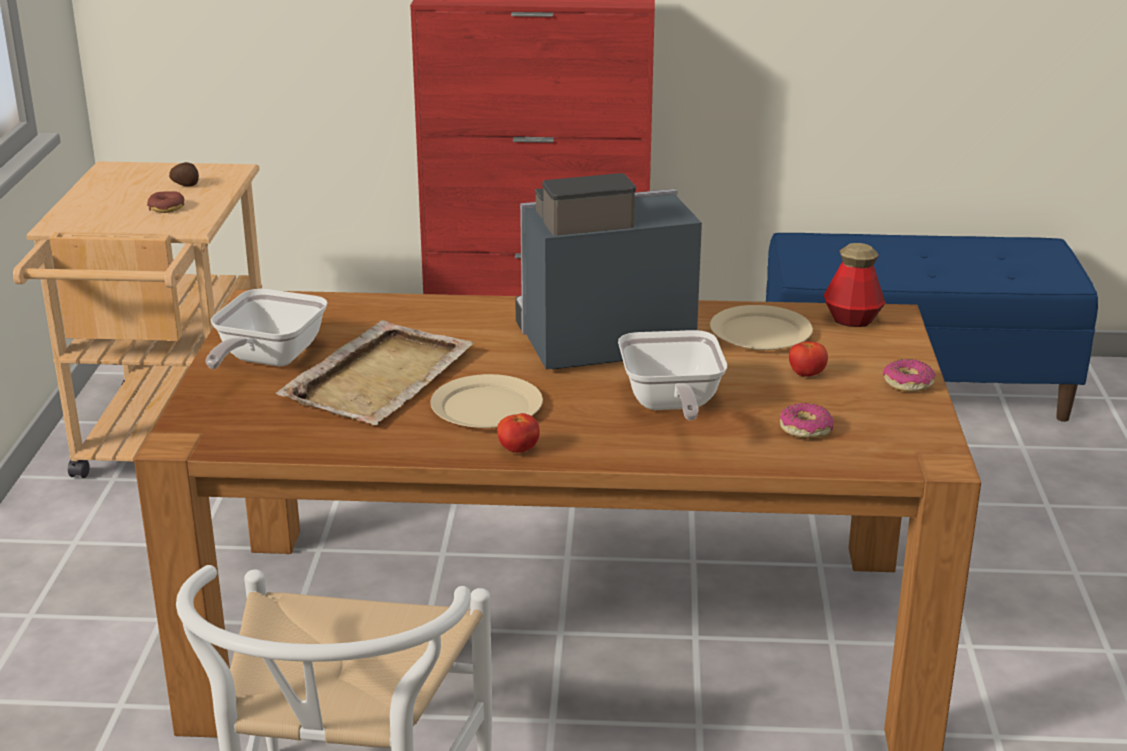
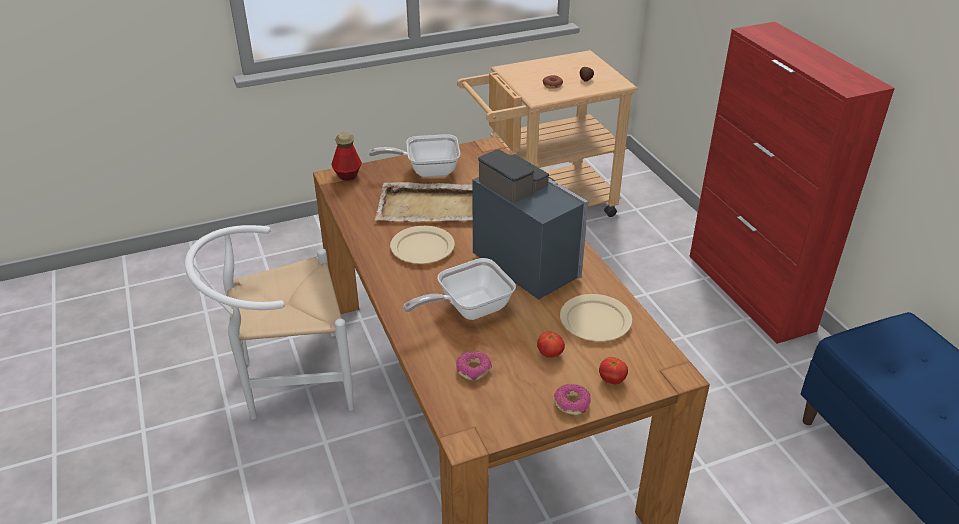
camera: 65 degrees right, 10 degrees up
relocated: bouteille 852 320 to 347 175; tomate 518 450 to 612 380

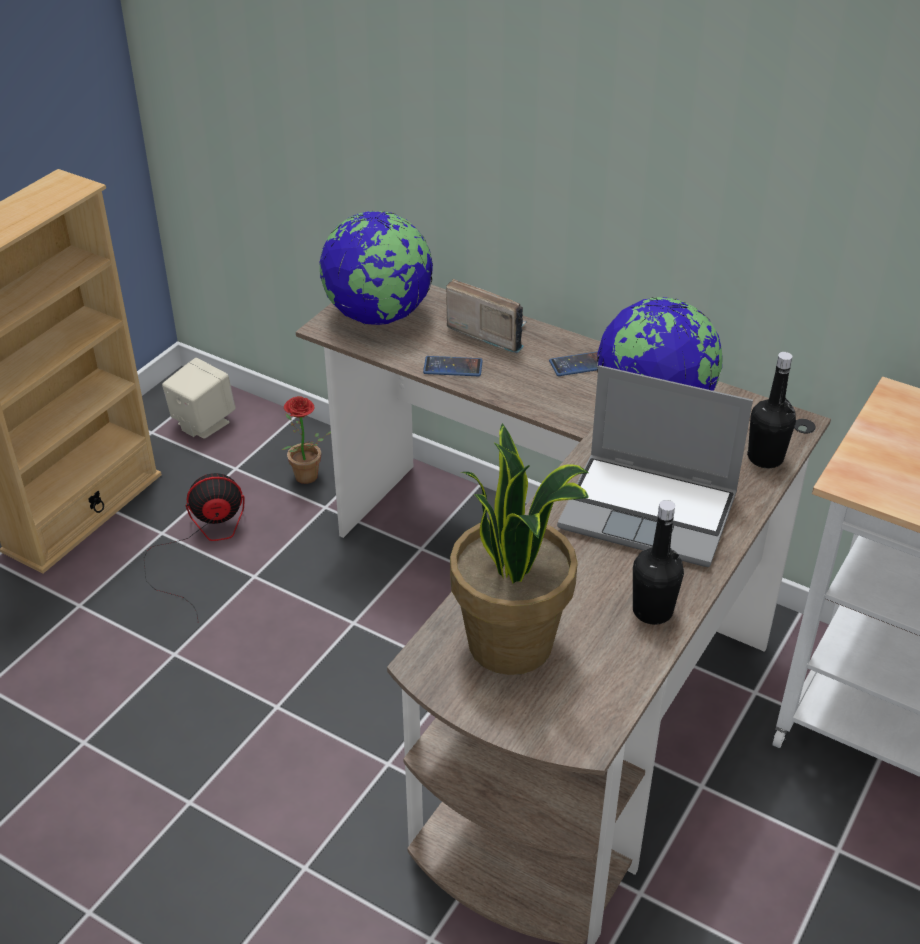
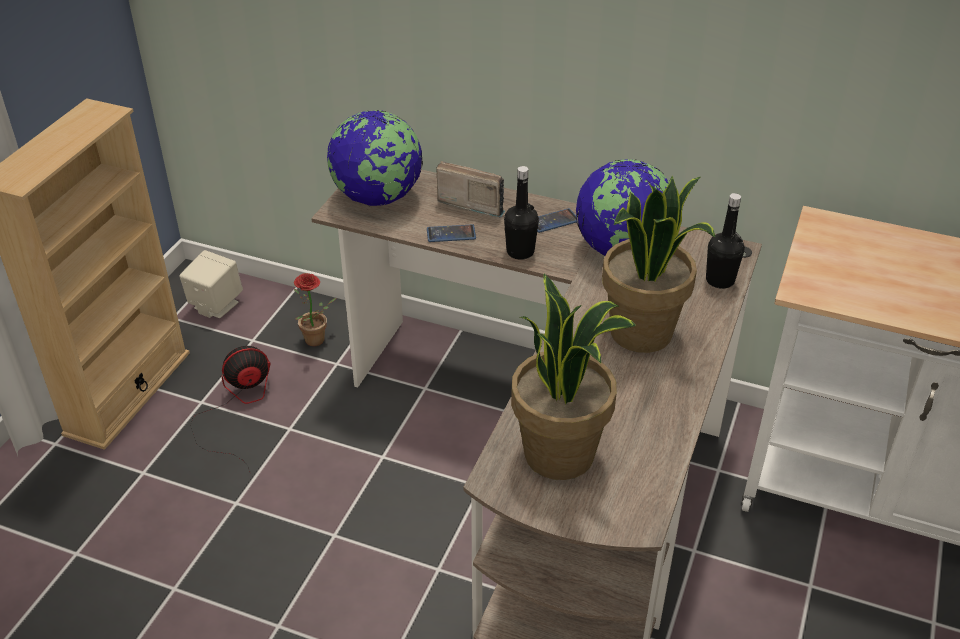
camera: 10 degrees left, 0 degrees up
relocated: bouteille/noir 652 611 to 520 252
exchanged: ordinateur portable 651 511 to plante en pot 642 333

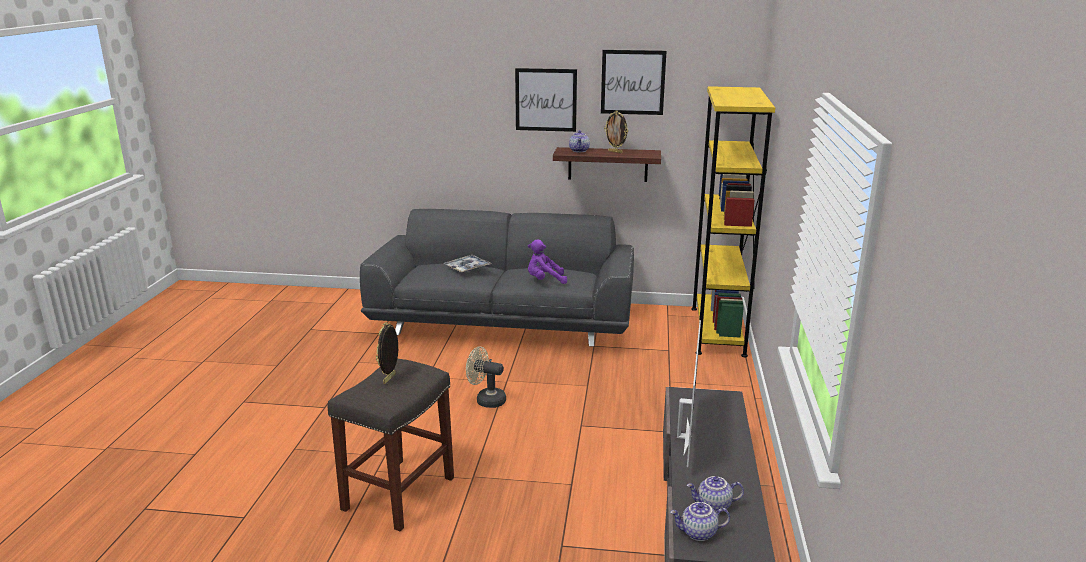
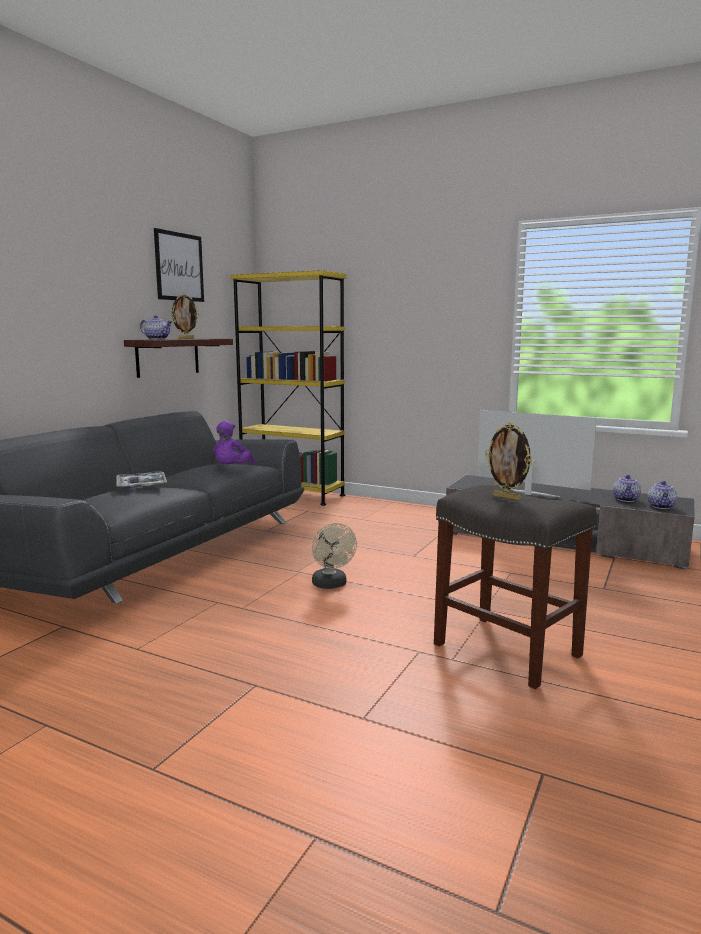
camera: 70 degrees left, 10 degrees down
missing: tableau 546 100
spun: ventilateur/beige 486 400 = 331 585 60 degrees counterclockwise

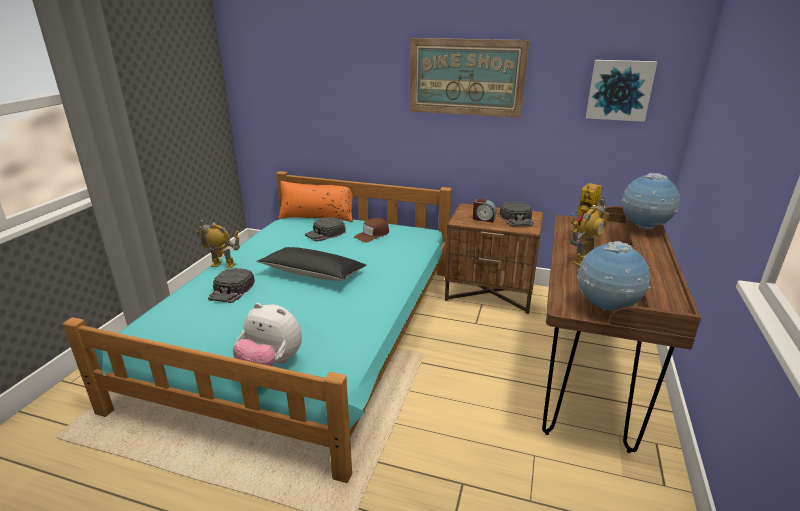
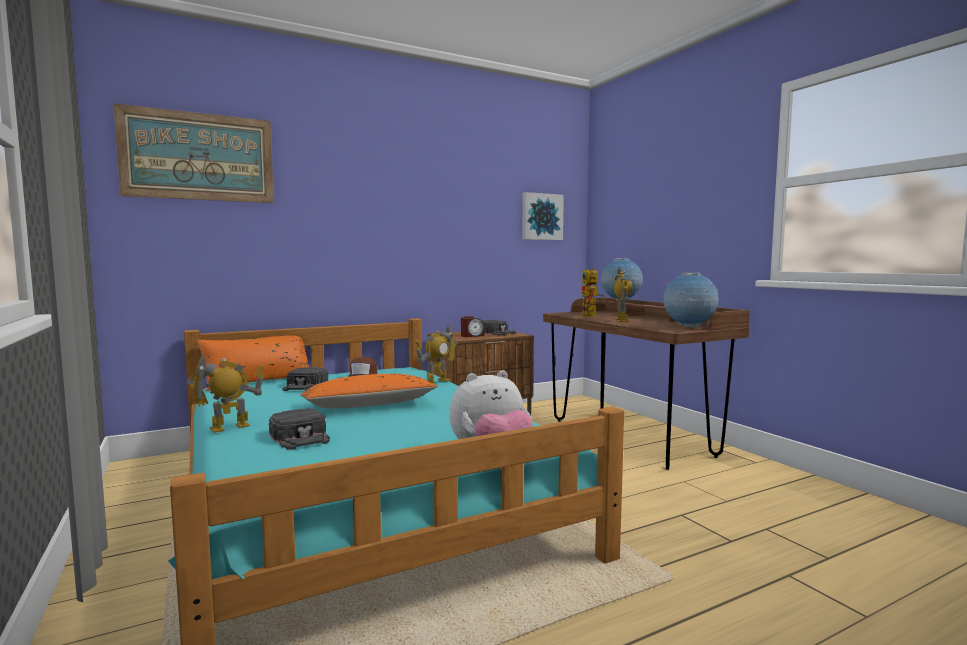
camera: 45 degrees left, 20 degrees down
appeared: robot jouet 437 381
relocated: tableau 466 77 to 199 157
colour: coussin/noir 313 273 to coussin/orange 368 406

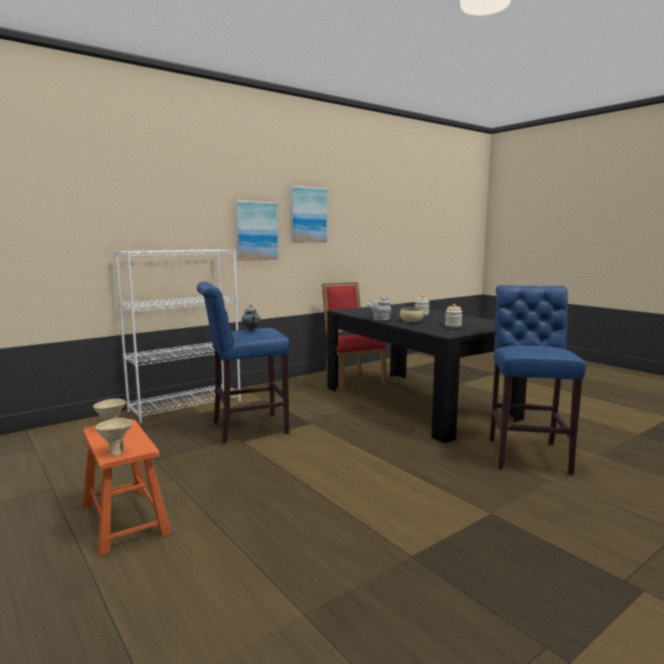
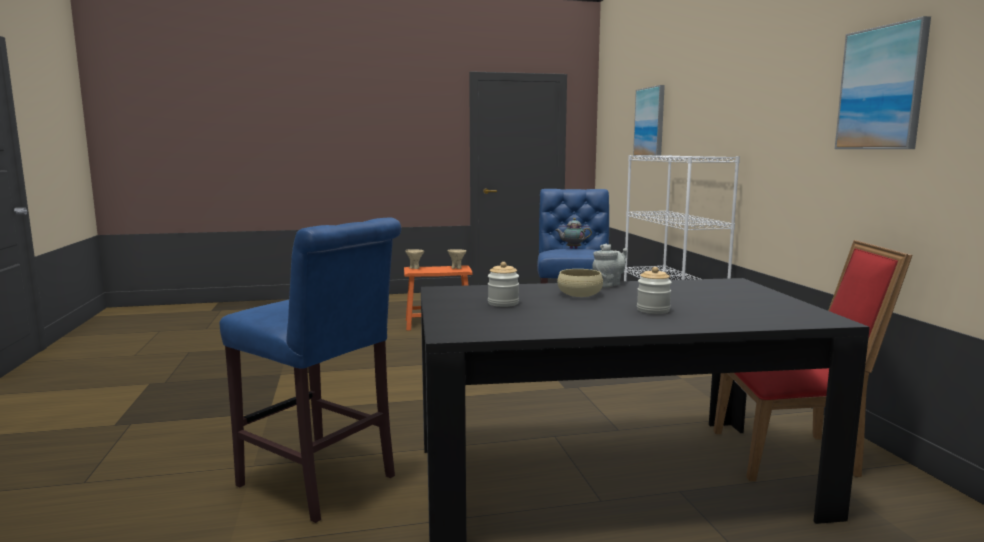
camera: 115 degrees right, 0 degrees up
relocated: tableau 256 231 to 650 122

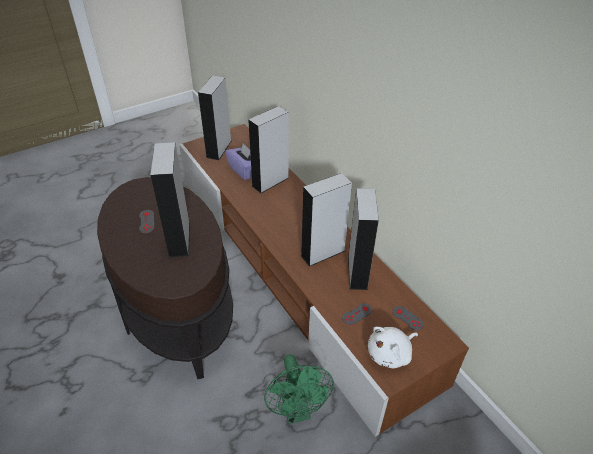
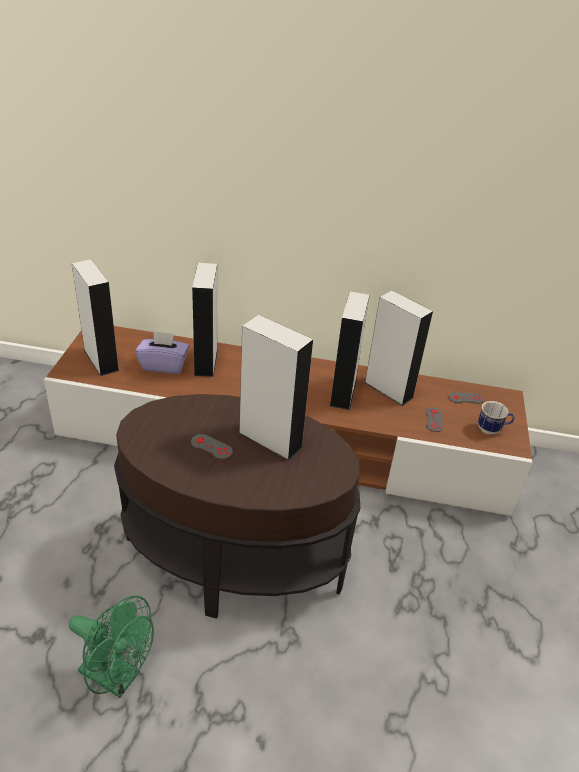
camera: 50 degrees left, 5 degrees down
relocated: ventilateur/vert 297 410 to 117 677
exchanged: peluche/blanc 390 354 to mug 492 430

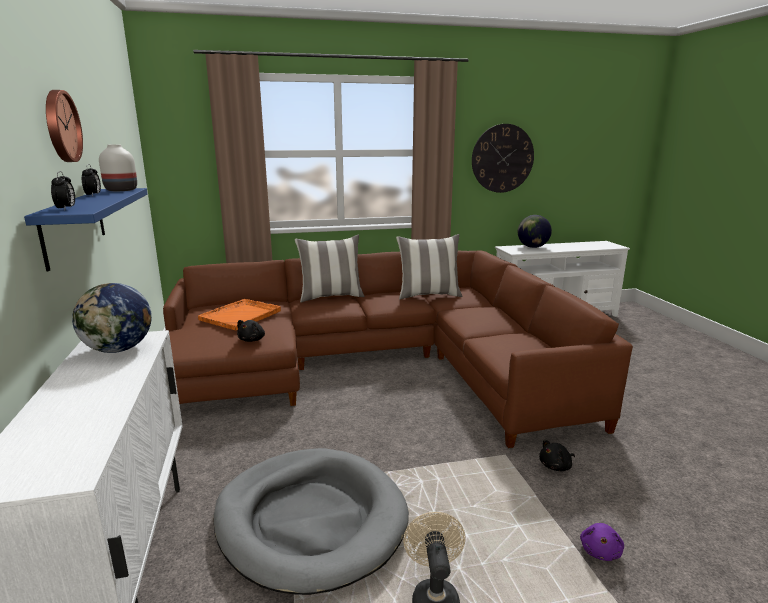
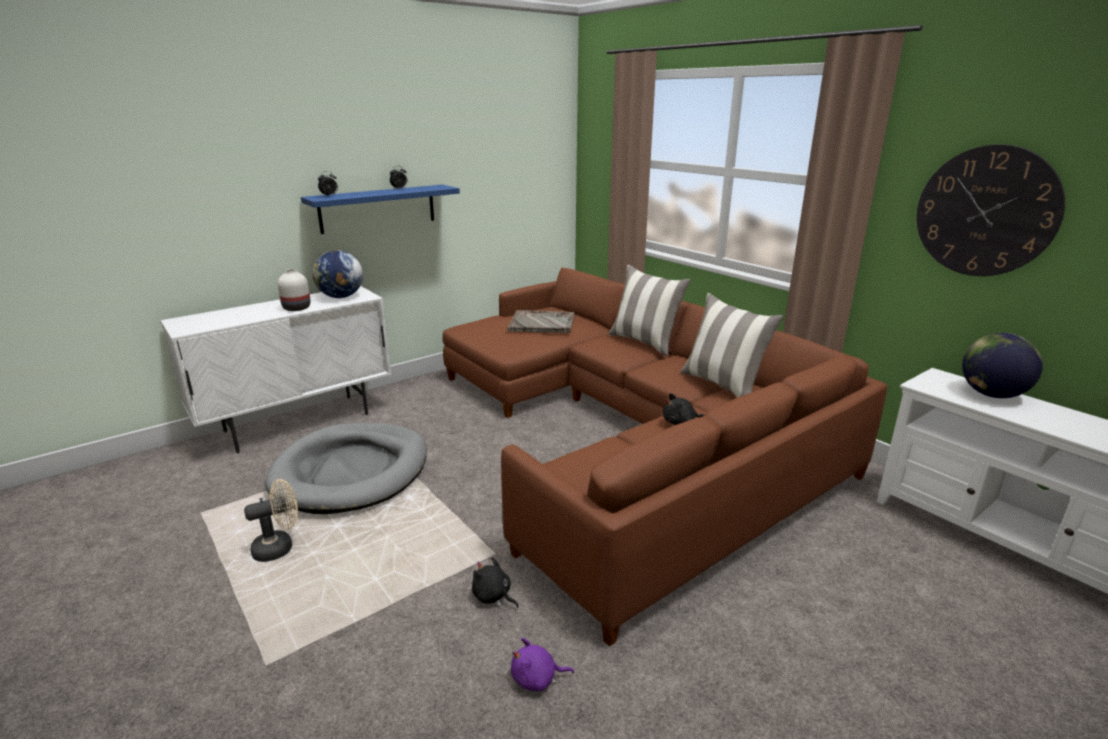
camera: 65 degrees right, 5 degrees up
missing: horloge murale 60 126
relocated: vase/blanc 121 190 to 296 308; peluche/violet 600 551 to 537 679; peluche/noir 252 340 to 681 423
colour: plateau/orange 241 315 to plateau/gris 543 323

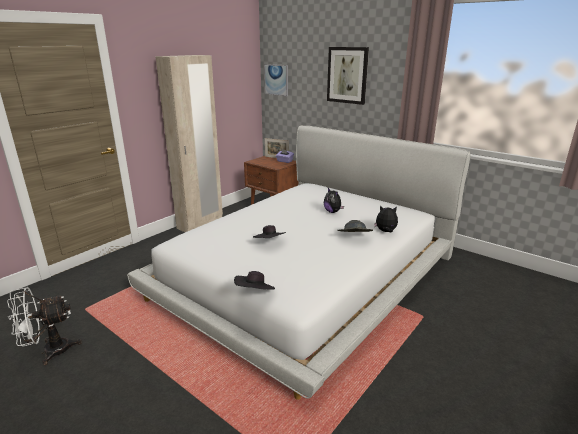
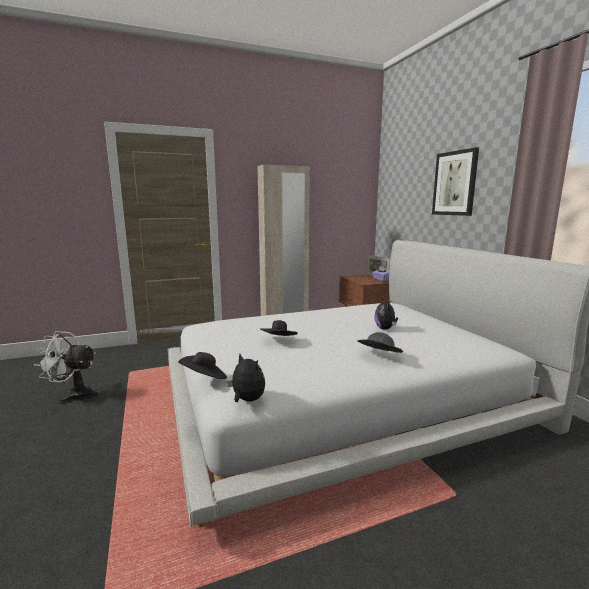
camera: 30 degrees right, 10 degrees down
missing: tableau 276 80
relocated: peluche 385 231 to 247 400

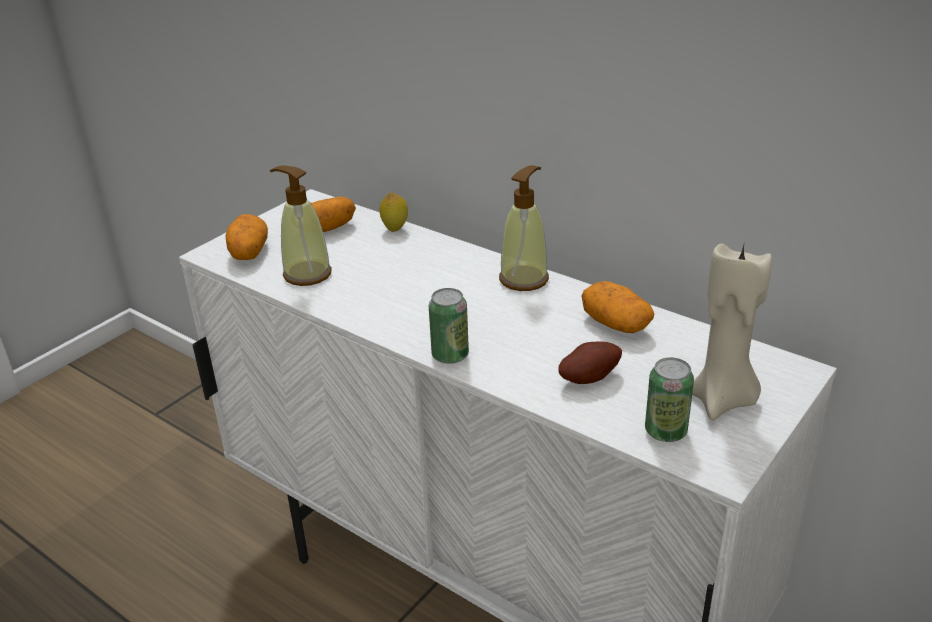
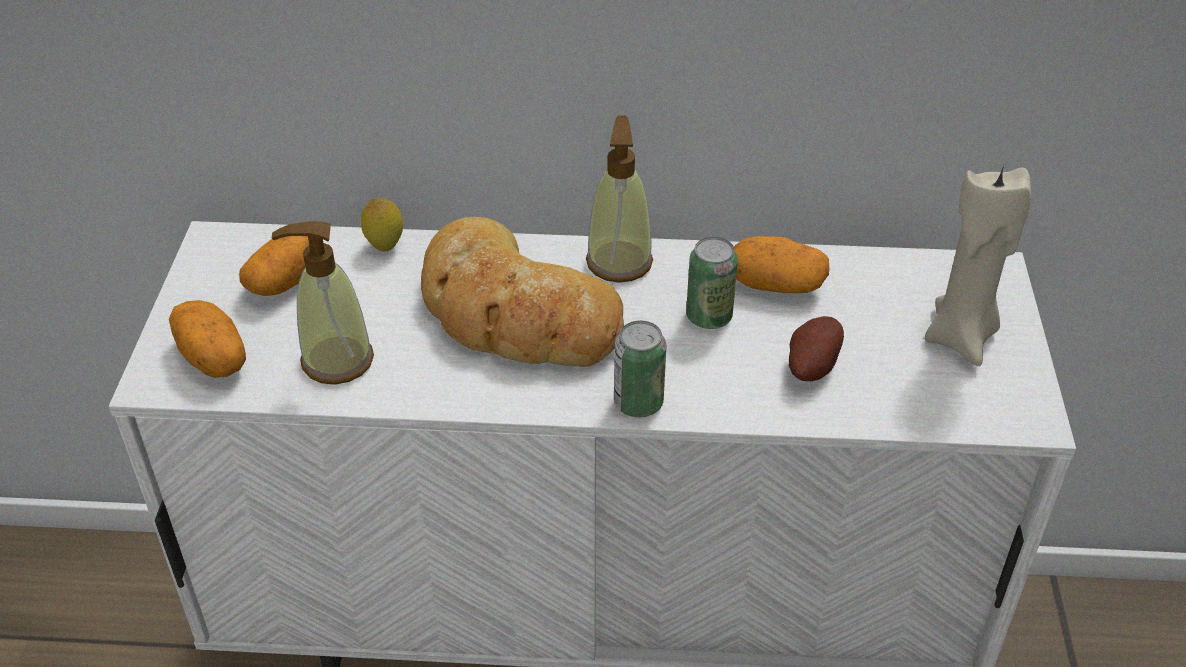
camera: 35 degrees left, 10 degrees up
appeared: pain 514 312
relocated: boîte métallique 665 431 to 709 317

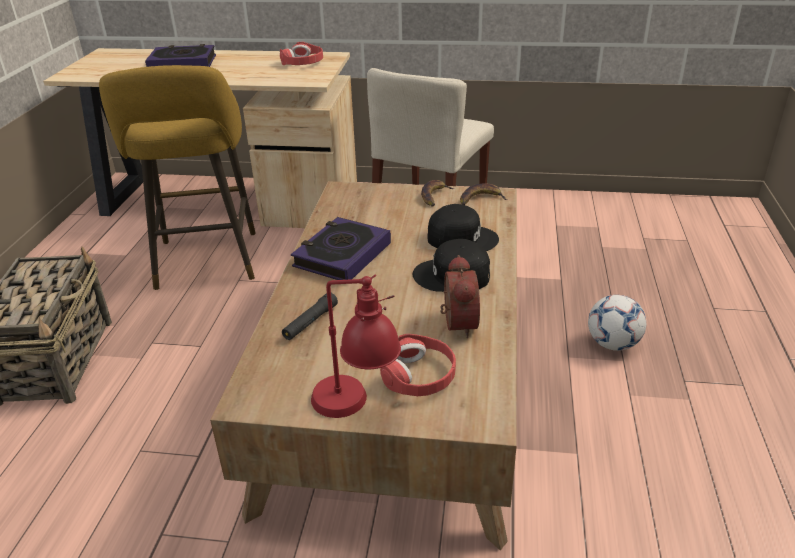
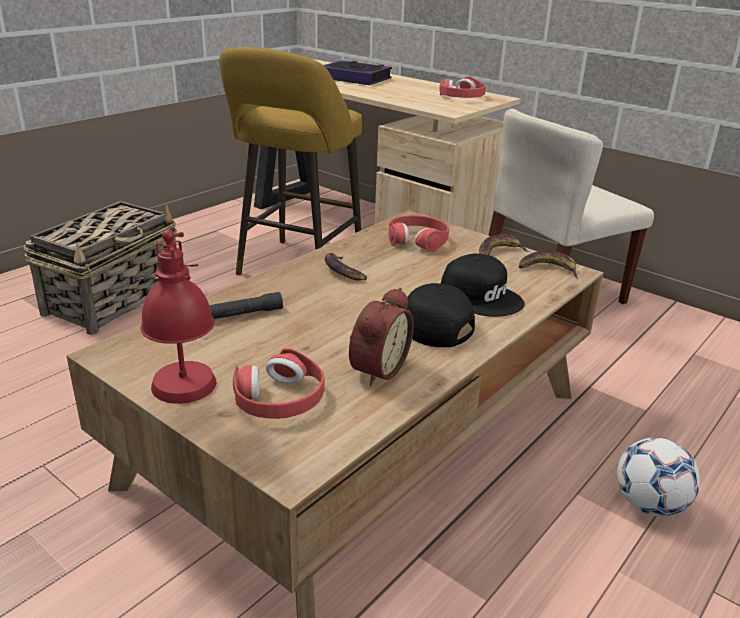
camera: 30 degrees right, 5 degrees down
appeared: casque audio/rouge 417 240
exchanged: livre 342 255 to banane 342 271

